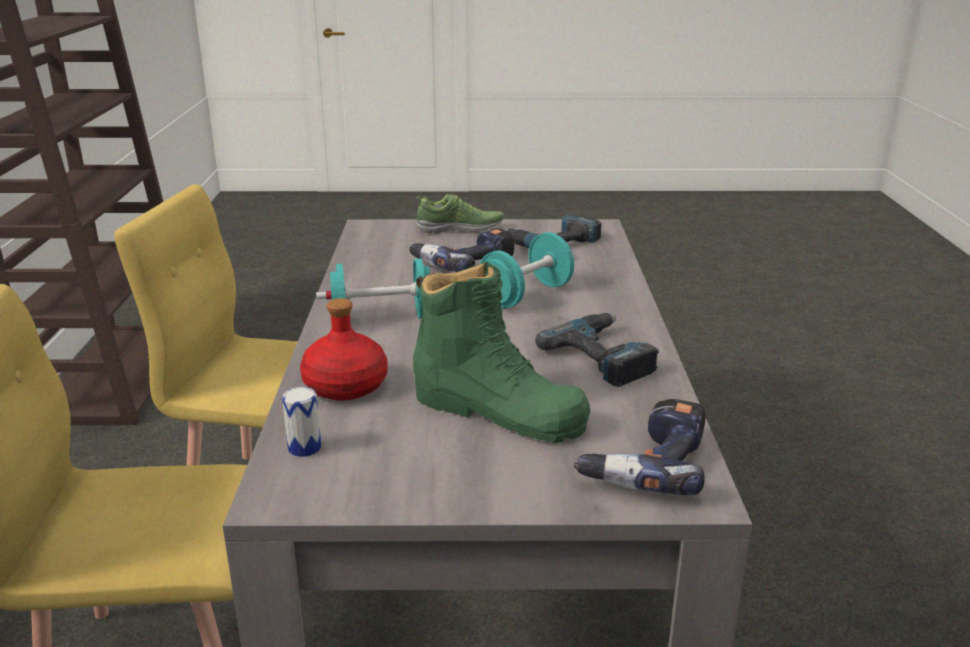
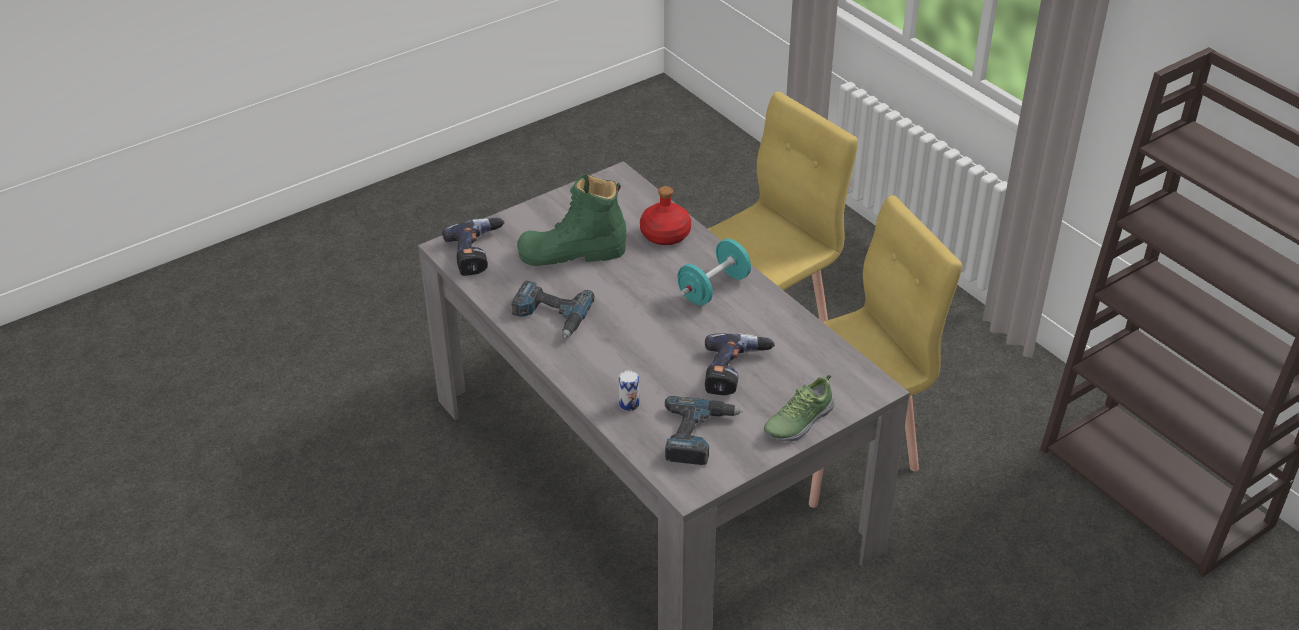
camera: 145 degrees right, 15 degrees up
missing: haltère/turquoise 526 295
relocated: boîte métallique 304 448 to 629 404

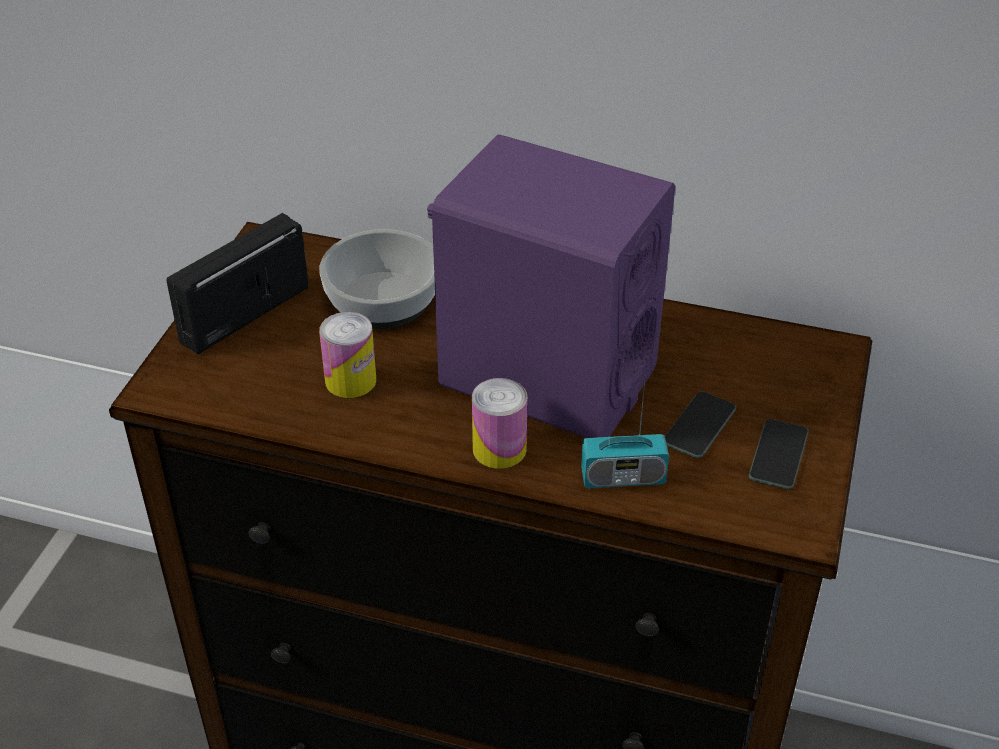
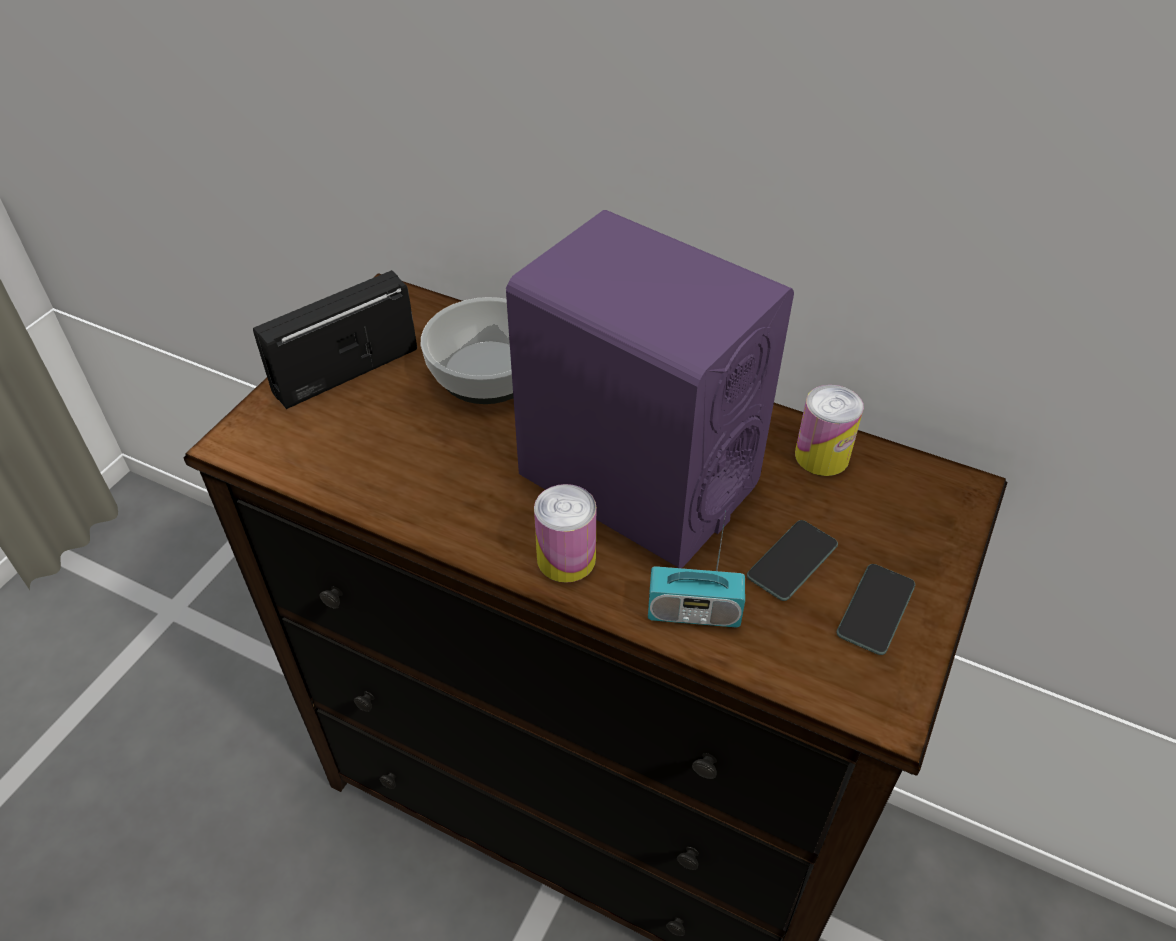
camera: 10 degrees right, 5 degrees up
relocated: boîte métallique 350 380 to 822 456

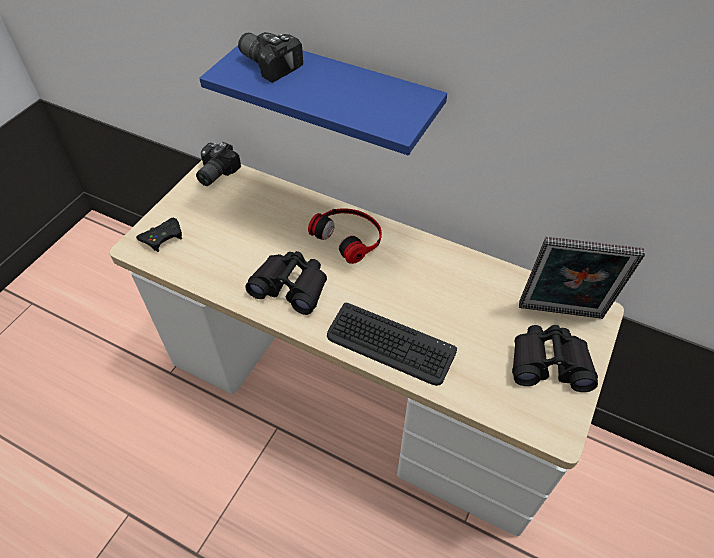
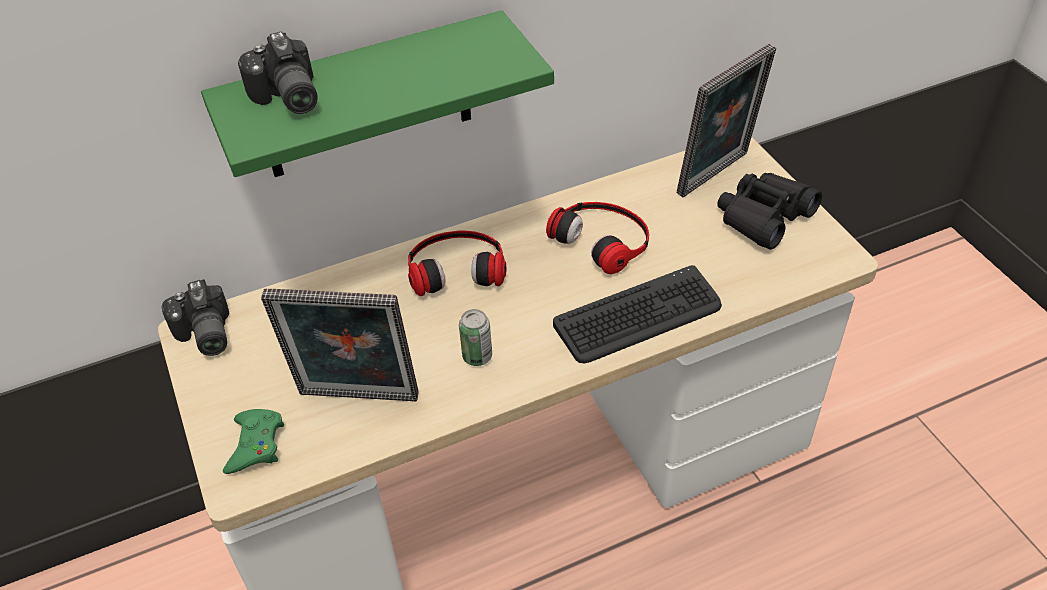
camera: 50 degrees left, 5 degrees down
appeared: cadre photo 357 400; casque audio 603 239
exchanged: jumelles/noir 291 287 to boîte métallique 477 356
colour: étagère/bleu 344 98 to étagère/vert 366 98; manette/noir 162 237 to manette/vert 256 445
spun: appareil photo 271 63 = 286 98 105 degrees counterclockwise

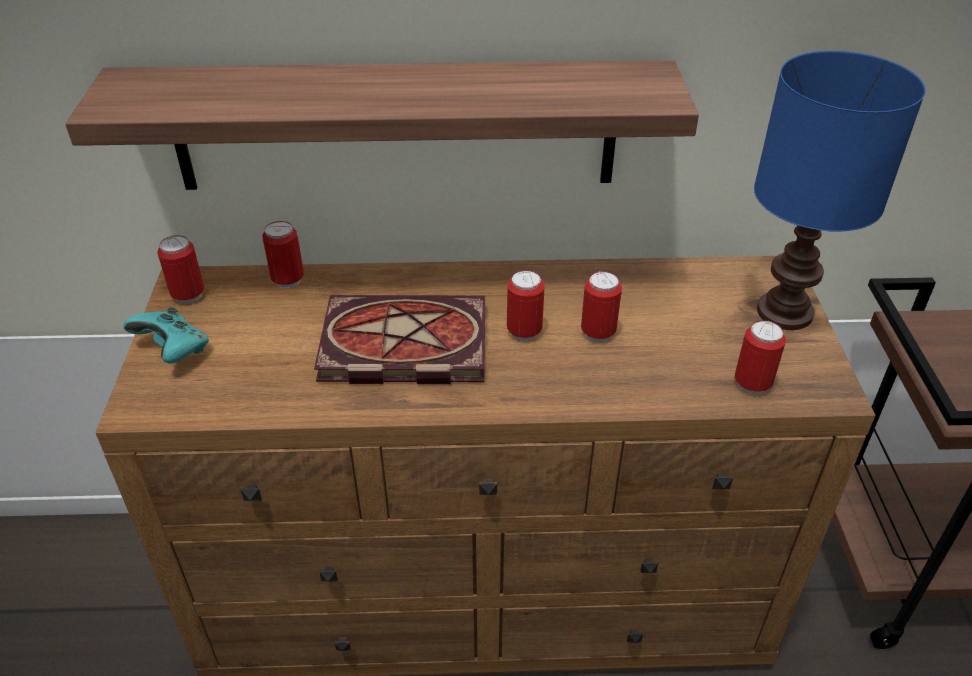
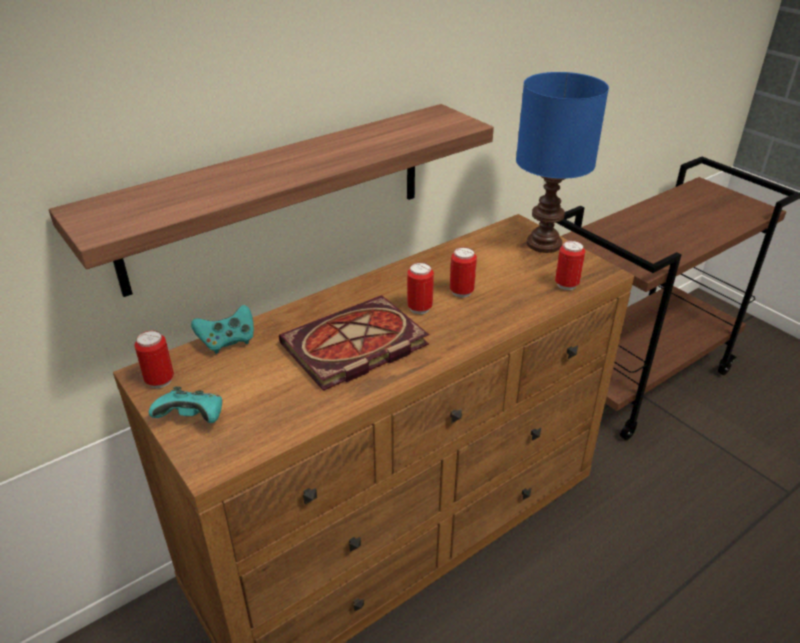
camera: 35 degrees left, 5 degrees down
exchanged: boîte métallique 288 280 to manette/turquoise 227 341

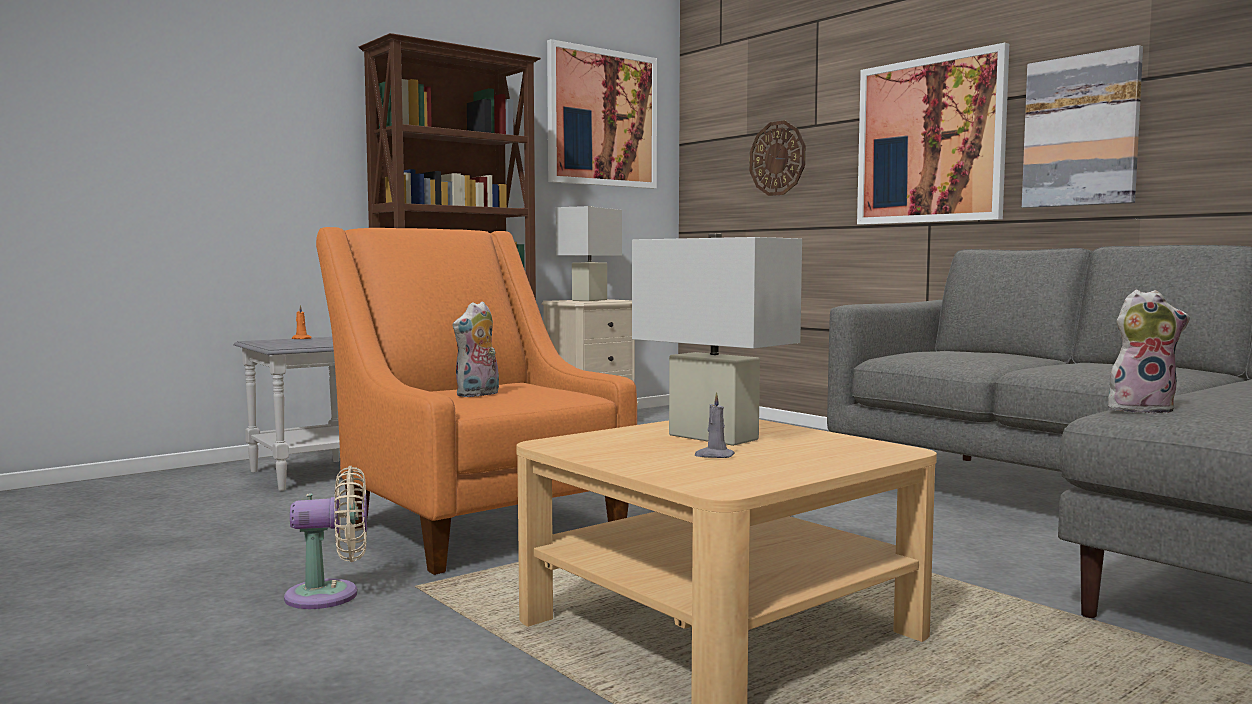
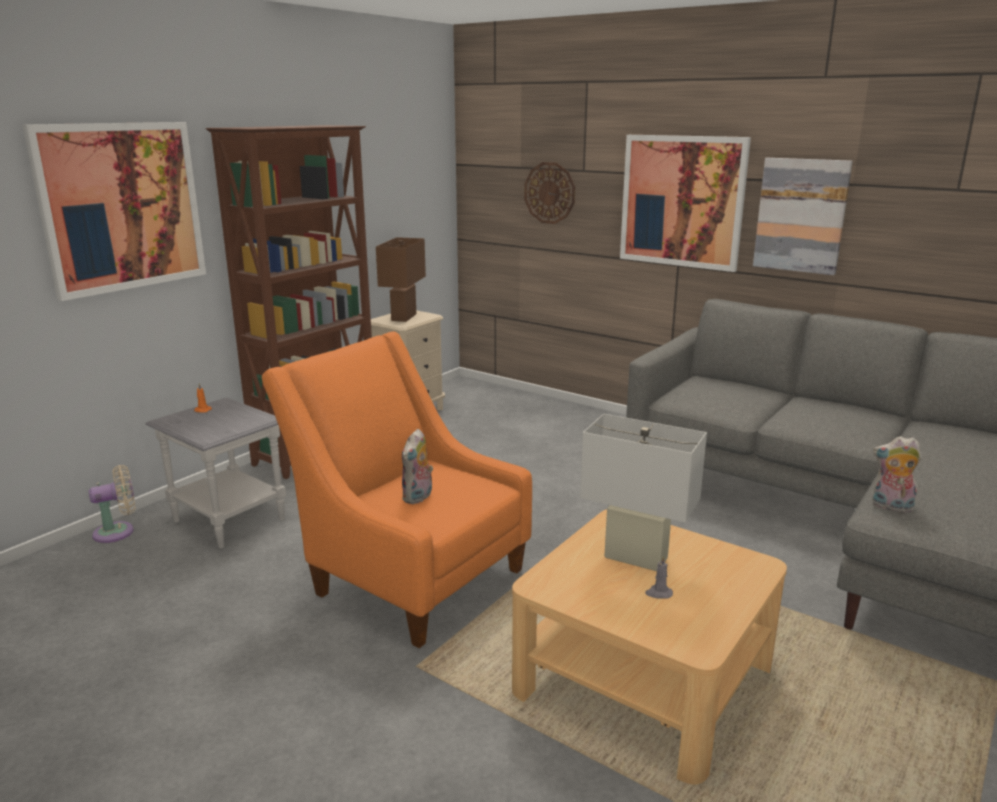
camera: 15 degrees left, 15 degrees up
relocated: tableau 602 118 to 122 207; ventilateur/beige 330 595 to 118 532
colour: lampe de table/blanc 589 300 to lampe de table/marron 404 317
spun: peluche 1141 409 = 890 507 150 degrees counterclockwise

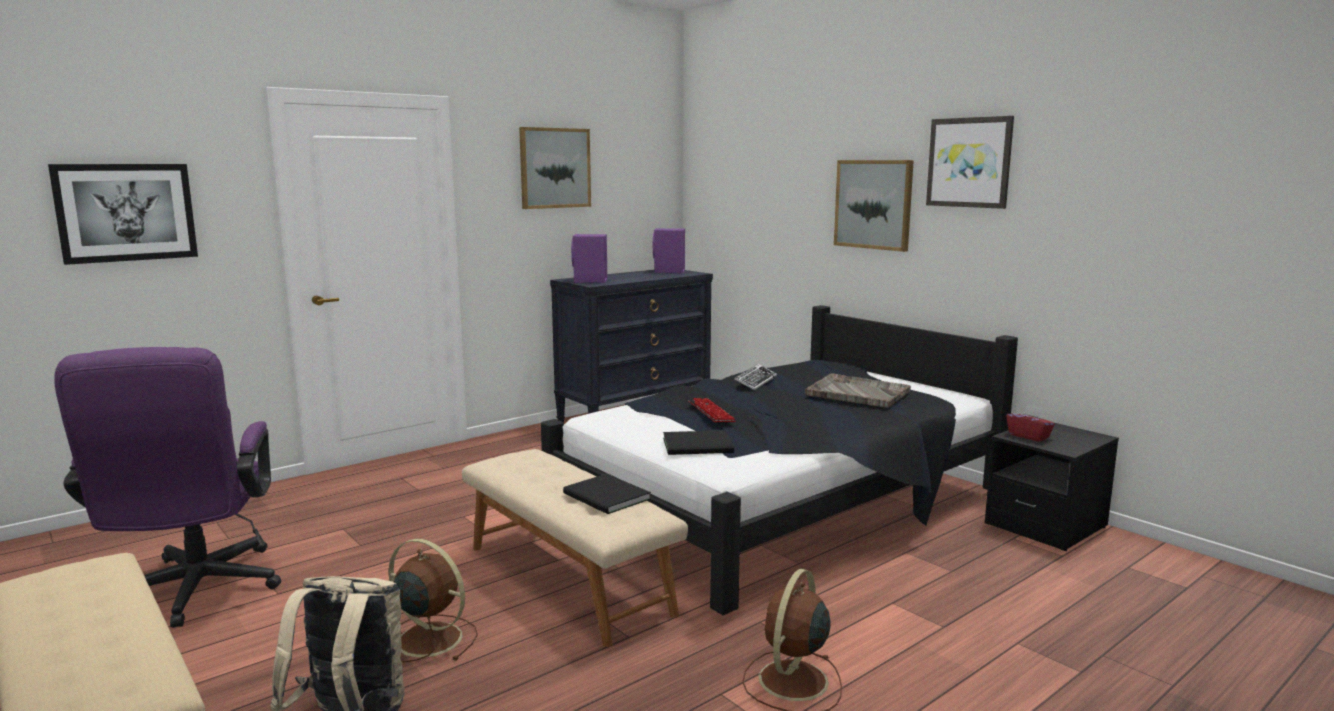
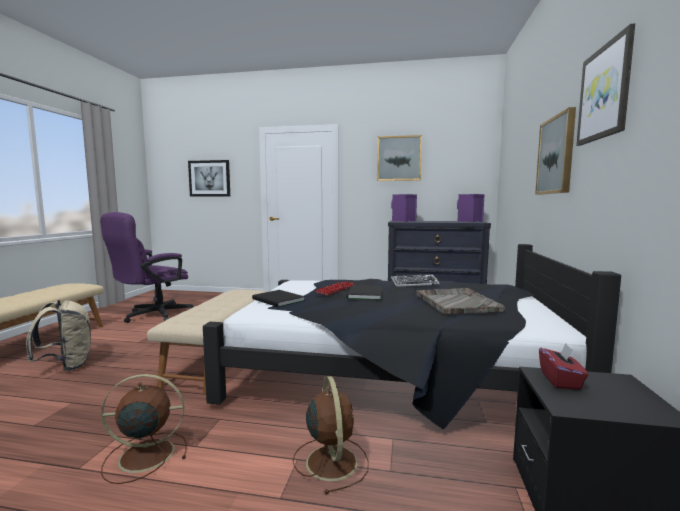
camera: 50 degrees right, 5 degrees down
relocated: ventilateur/marron 427 639 to 331 461; livre/noir 606 497 to 364 294

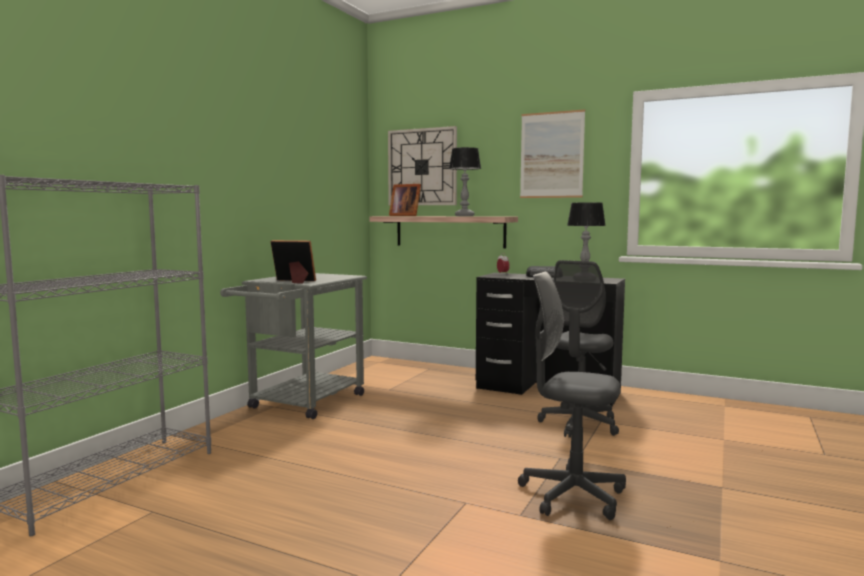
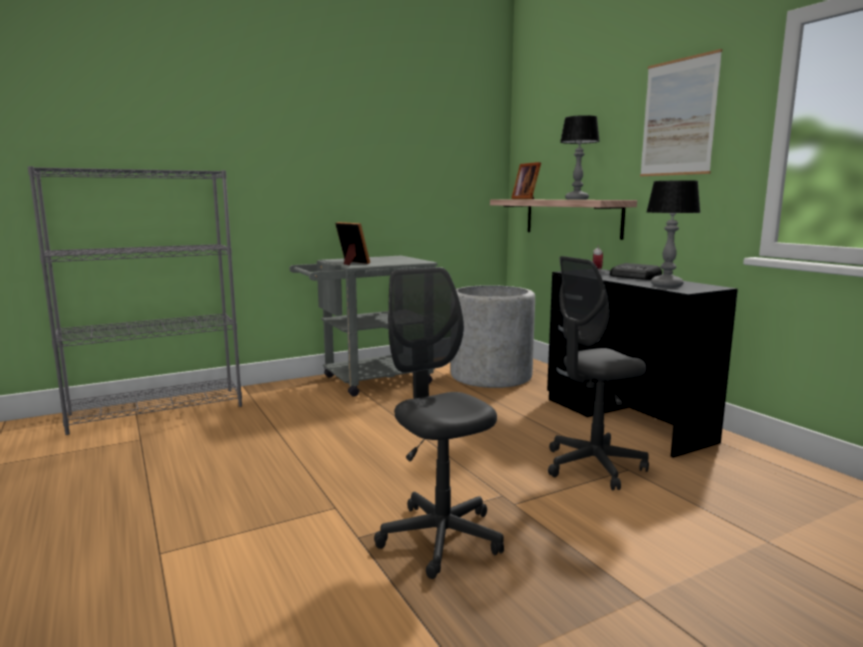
camera: 35 degrees right, 5 degrees up
missing: horloge murale 422 167
appeared: cache-pot/gris 491 376

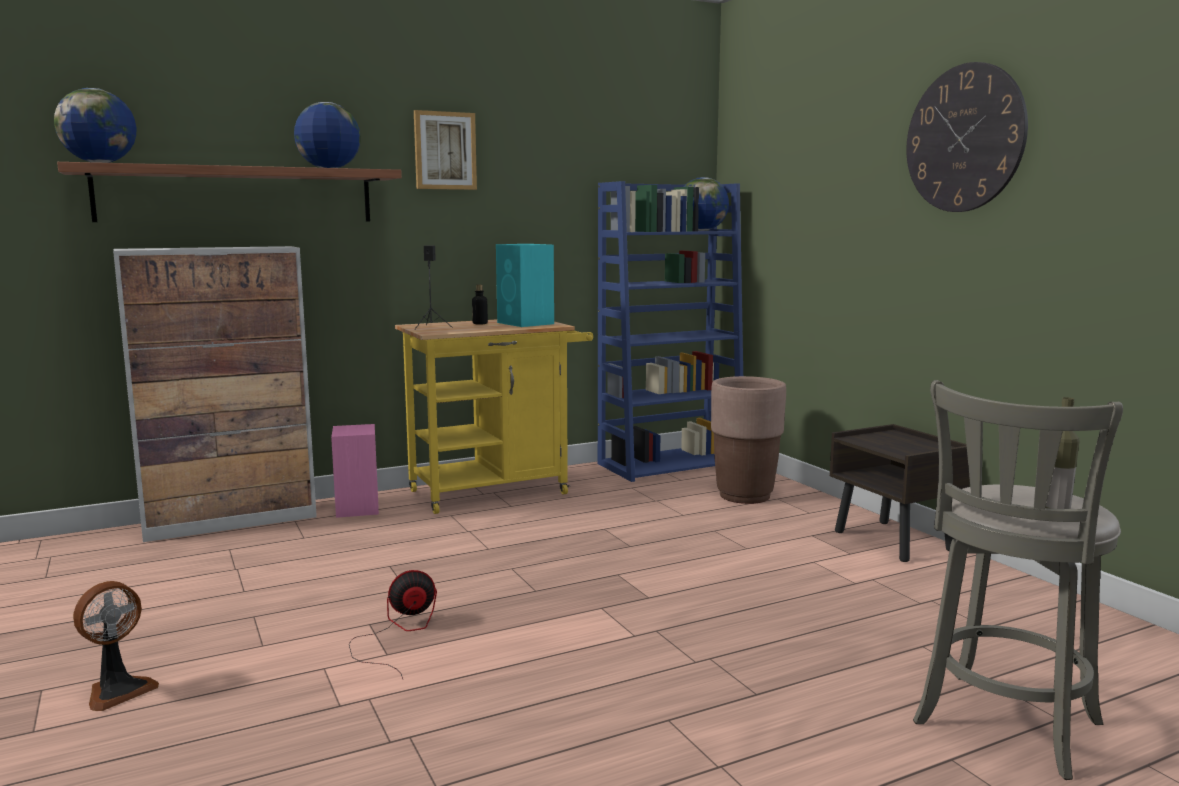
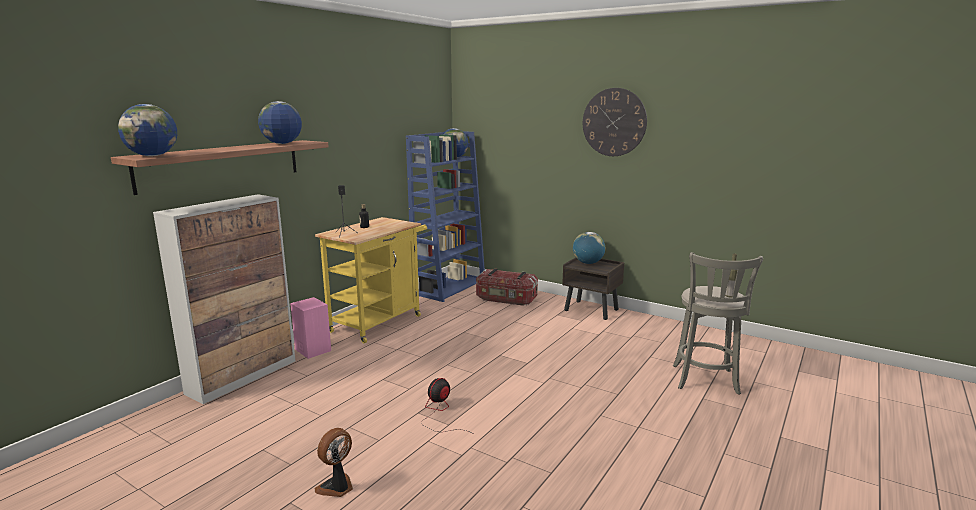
camera: 30 degrees left, 5 degrees up
missing: tableau 445 151; enceinte/turquoise 526 323
appeared: globe 588 263
exchanged: cache-pot/marron 745 496 to boîte de rangement 506 299
spun: ventilateur 118 691 = 337 487 150 degrees counterclockwise

